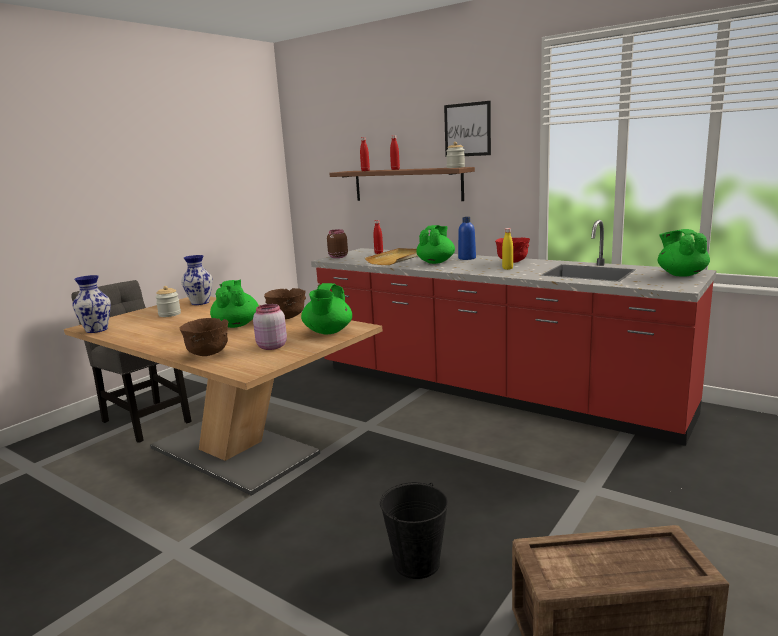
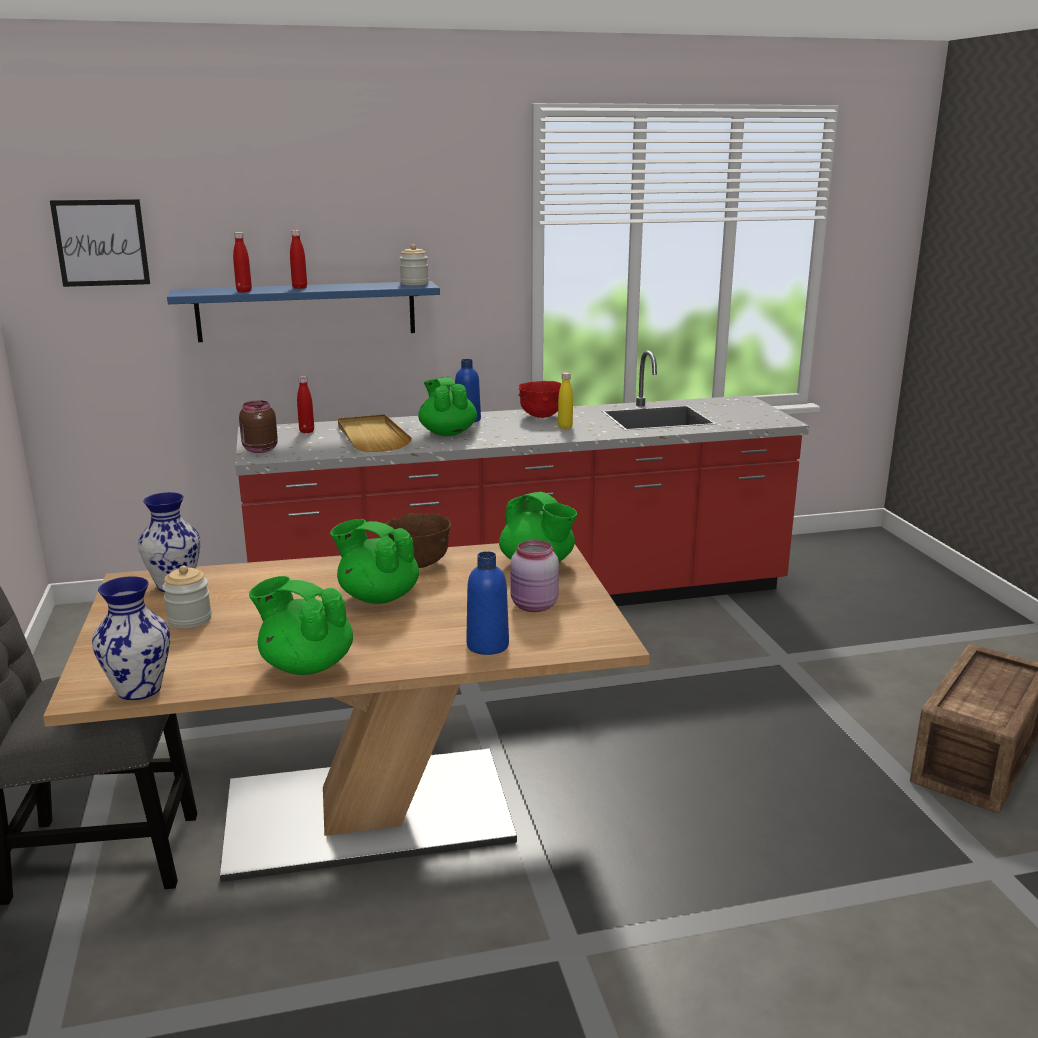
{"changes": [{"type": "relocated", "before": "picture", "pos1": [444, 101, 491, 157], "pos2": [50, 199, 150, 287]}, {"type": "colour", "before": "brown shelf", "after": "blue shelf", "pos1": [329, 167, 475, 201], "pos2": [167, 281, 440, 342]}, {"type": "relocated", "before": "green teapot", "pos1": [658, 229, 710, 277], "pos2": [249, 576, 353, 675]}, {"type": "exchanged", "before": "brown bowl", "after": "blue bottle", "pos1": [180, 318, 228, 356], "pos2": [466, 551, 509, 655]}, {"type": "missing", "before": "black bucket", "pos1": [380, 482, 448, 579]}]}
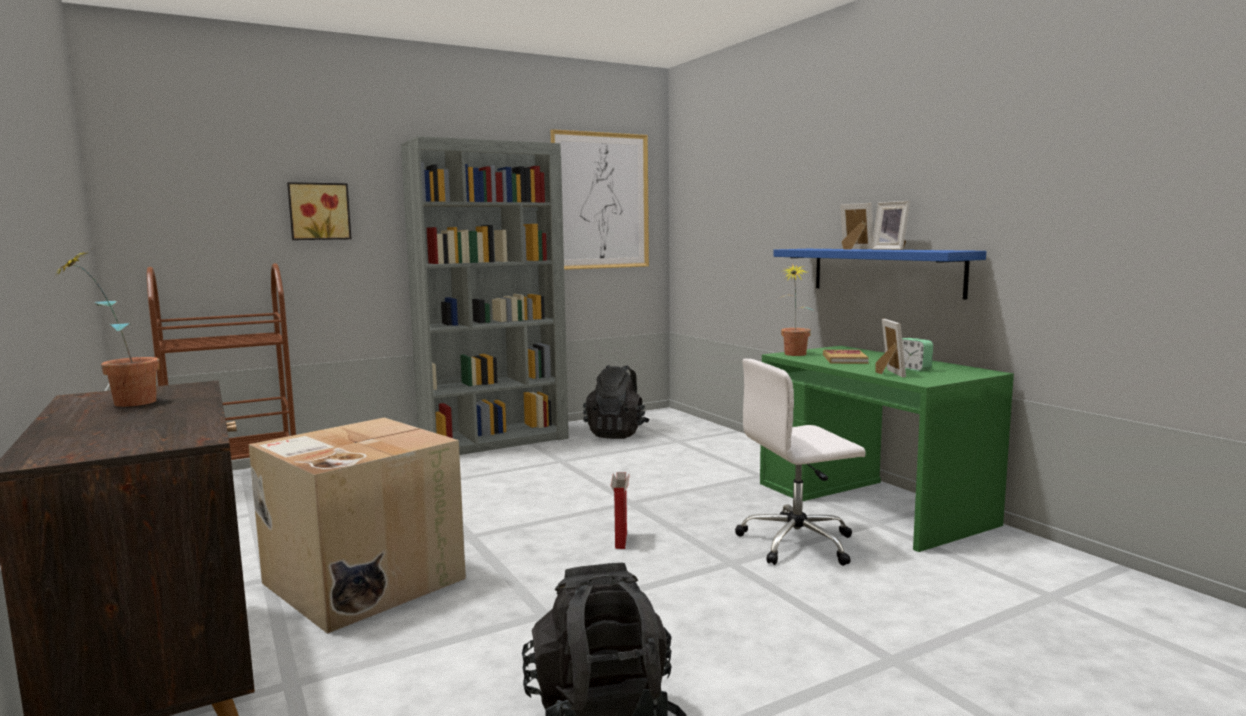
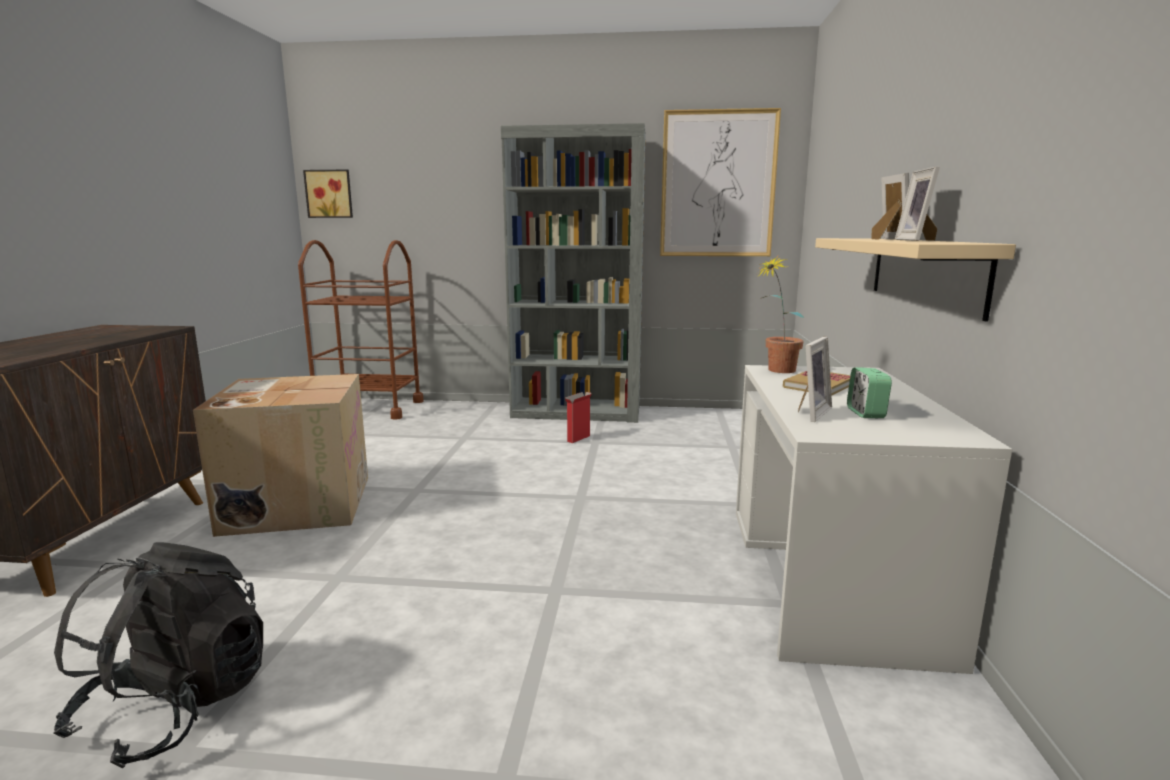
{"changes": [{"type": "relocated", "before": "picture", "pos1": [287, 182, 351, 240], "pos2": [303, 170, 353, 218]}, {"type": "colour", "before": "blue shelf", "after": "beige shelf", "pos1": [773, 249, 986, 300], "pos2": [815, 238, 1016, 321]}, {"type": "missing", "before": "potted plant", "pos1": [56, 251, 160, 407]}, {"type": "colour", "before": "green desk", "after": "white desk", "pos1": [760, 346, 1014, 552], "pos2": [736, 365, 1012, 674]}, {"type": "missing", "before": "white office chair", "pos1": [735, 358, 866, 566]}, {"type": "missing", "before": "black backpack", "pos1": [583, 365, 649, 439]}, {"type": "relocated", "before": "cardboard box", "pos1": [611, 472, 630, 549], "pos2": [565, 392, 592, 443]}]}
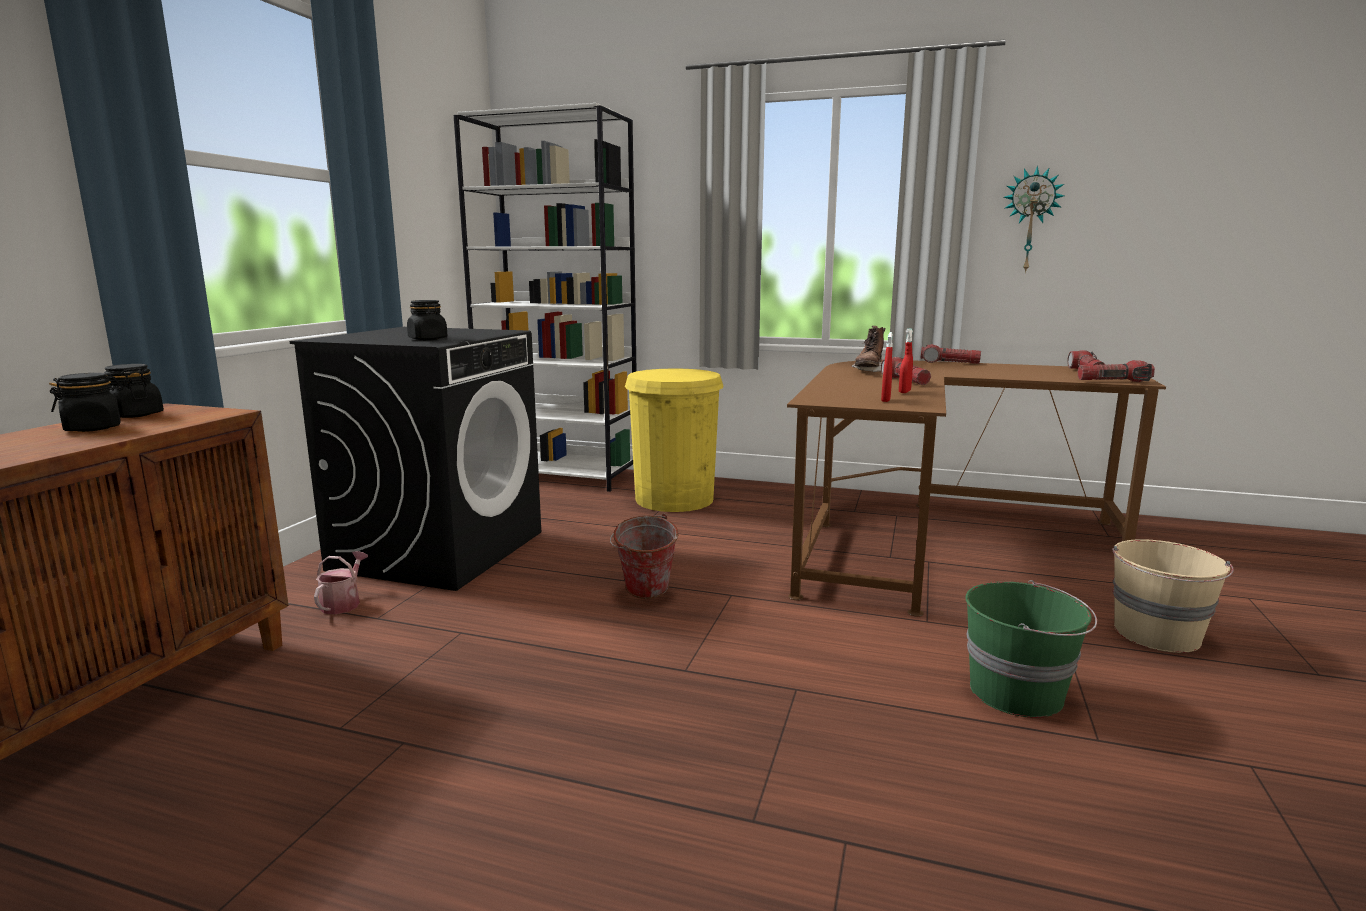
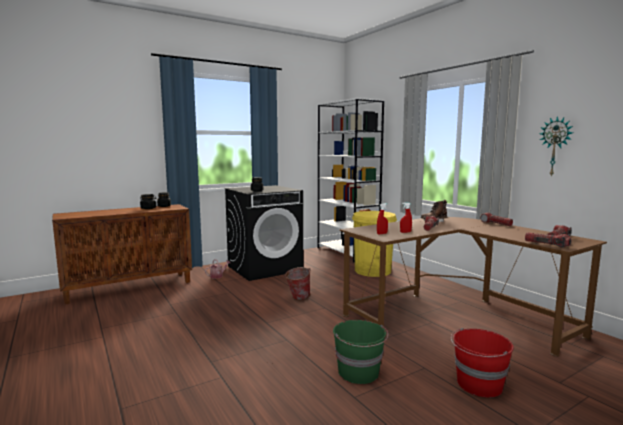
{"changes": [{"type": "colour", "before": "beige bucket", "after": "red bucket", "pos1": [1112, 539, 1234, 653], "pos2": [451, 328, 514, 398]}]}
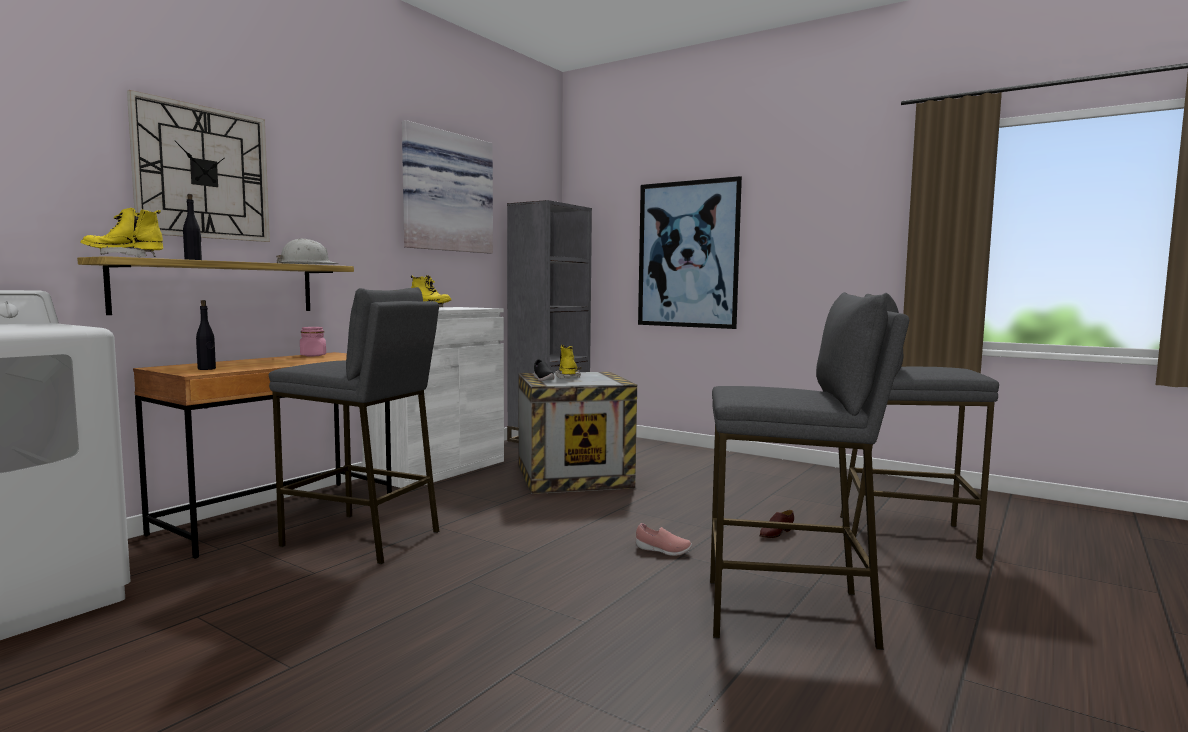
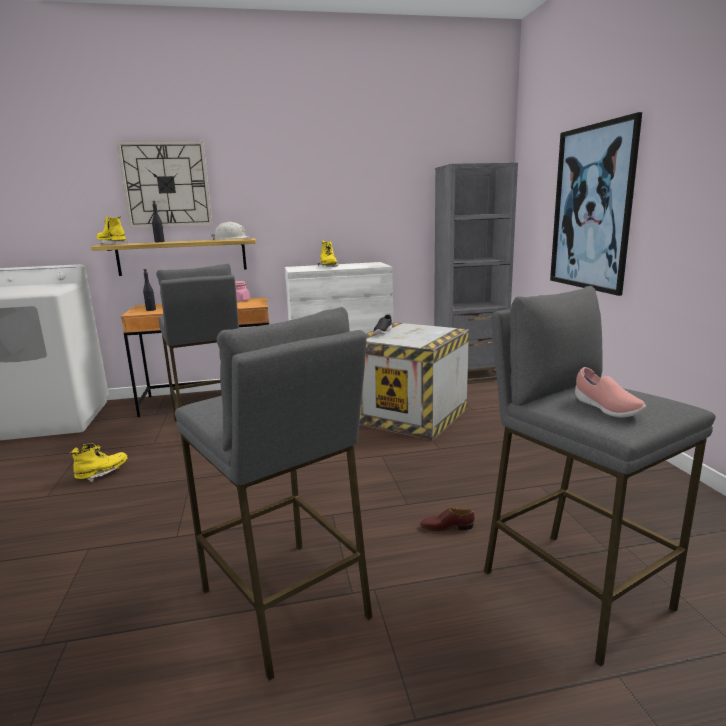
{"changes": [{"type": "missing", "before": "picture", "pos1": [402, 120, 493, 254]}, {"type": "relocated", "before": "yellow boot", "pos1": [555, 345, 581, 379], "pos2": [70, 444, 127, 482]}, {"type": "relocated", "before": "pink shoe", "pos1": [636, 523, 692, 556], "pos2": [575, 367, 646, 417]}]}
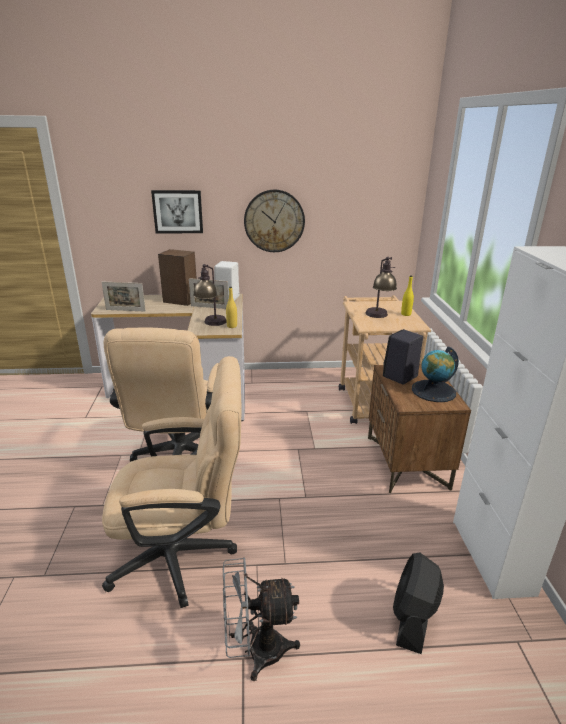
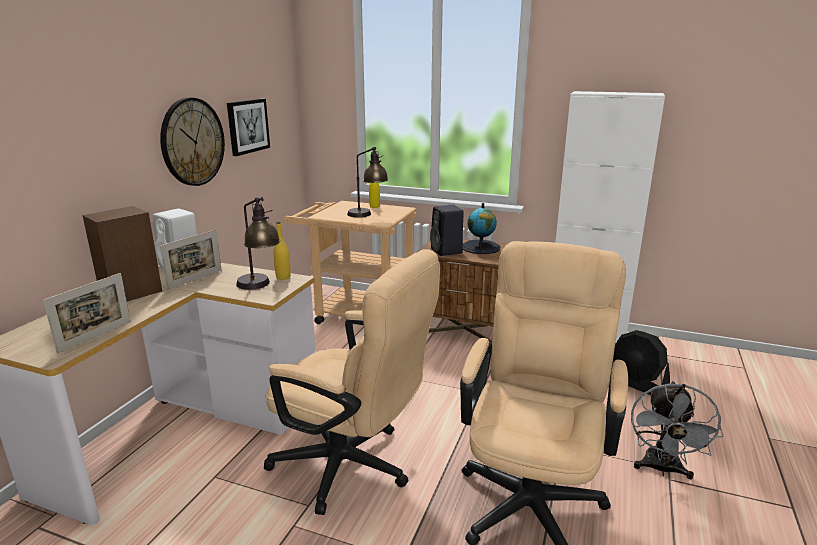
{"changes": [{"type": "relocated", "before": "picture", "pos1": [151, 190, 203, 233], "pos2": [227, 99, 270, 156]}]}
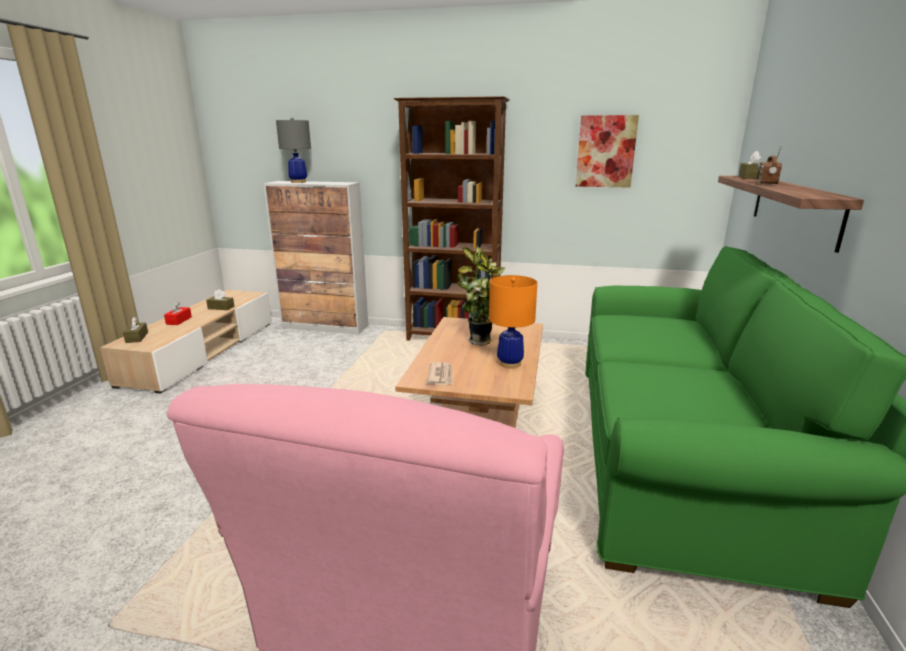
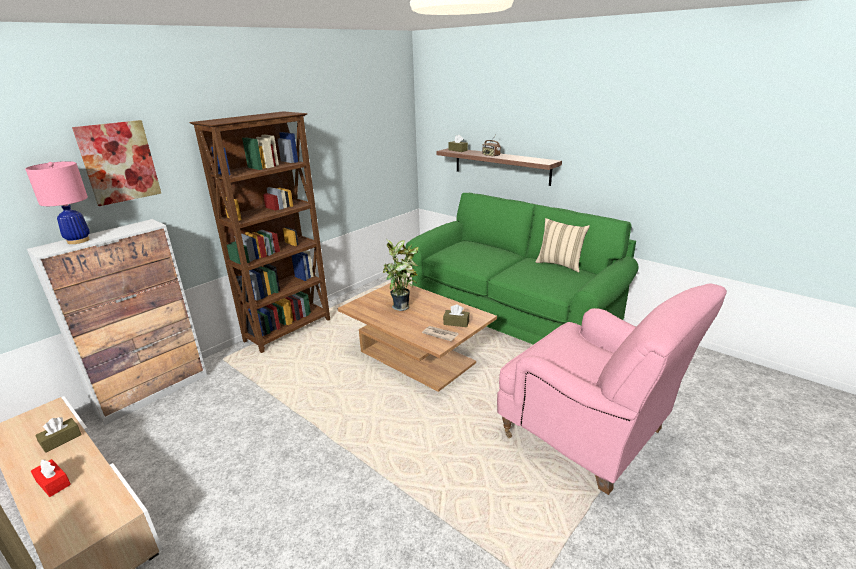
{"changes": [{"type": "relocated", "before": "picture", "pos1": [576, 115, 639, 188], "pos2": [72, 120, 161, 206]}, {"type": "colour", "before": "grey table lamp", "after": "pink table lamp", "pos1": [276, 118, 311, 183], "pos2": [25, 161, 90, 244]}, {"type": "missing", "before": "orange table lamp", "pos1": [489, 275, 537, 368]}, {"type": "relocated", "before": "brown tissue box", "pos1": [123, 317, 148, 343], "pos2": [443, 304, 470, 327]}, {"type": "appeared", "after": "beige pillow", "pos2": [535, 218, 590, 272]}]}
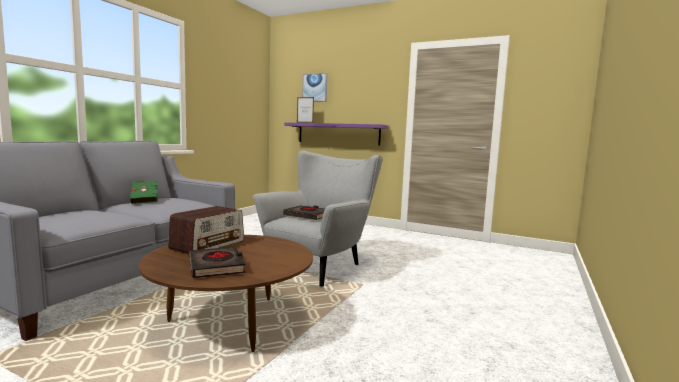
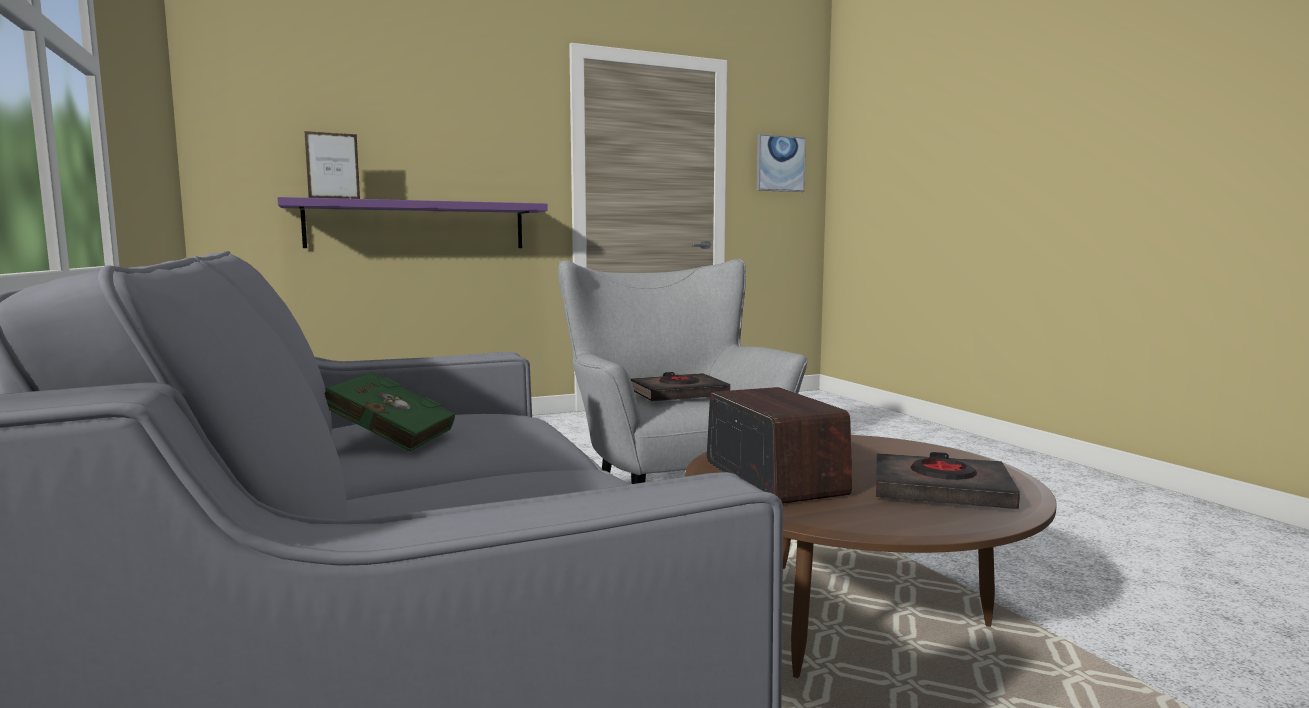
{"changes": [{"type": "relocated", "before": "picture", "pos1": [302, 73, 328, 102], "pos2": [757, 134, 806, 192]}]}
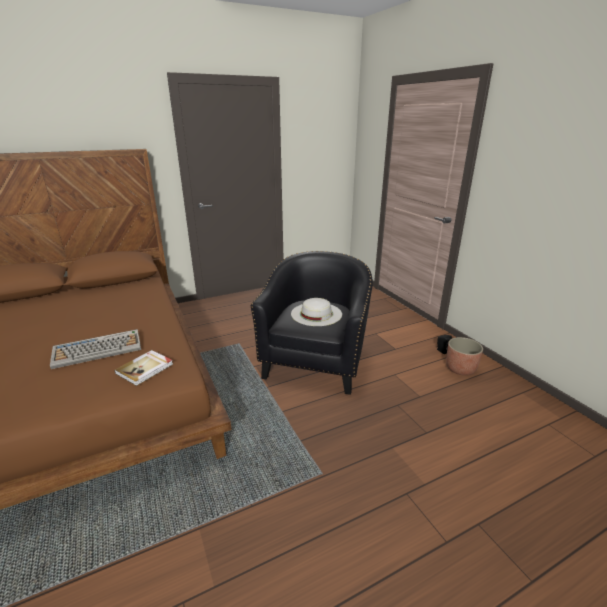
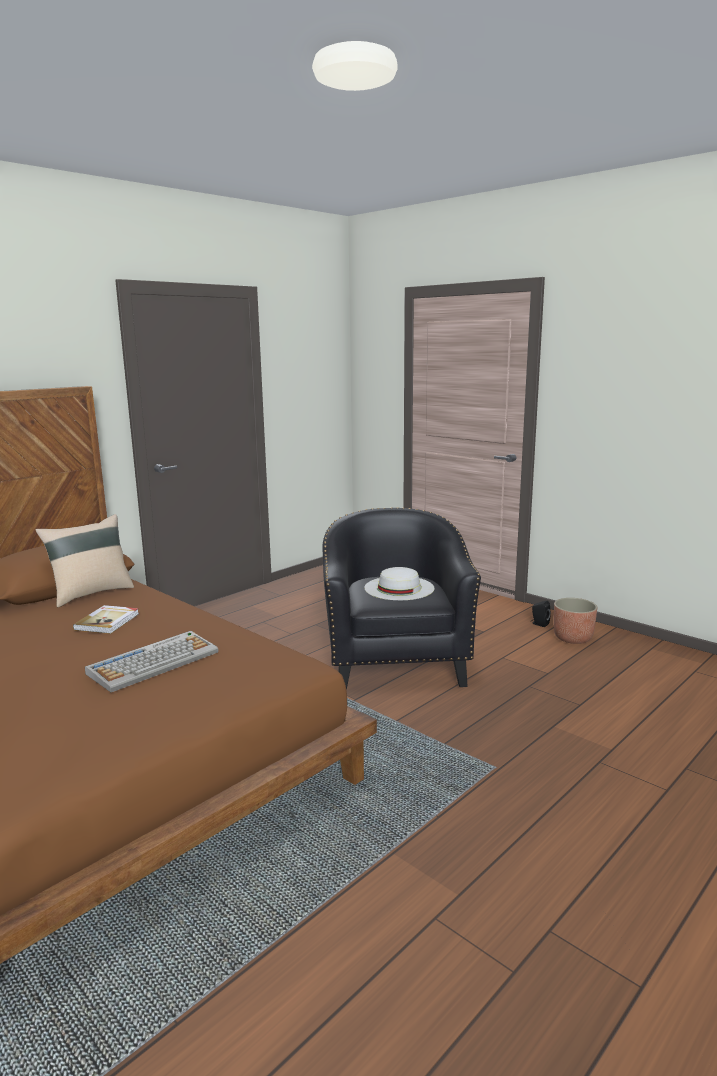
{"changes": [{"type": "relocated", "before": "book", "pos1": [114, 350, 173, 386], "pos2": [73, 605, 139, 634]}, {"type": "appeared", "after": "beige pillow", "pos2": [35, 514, 134, 607]}]}
